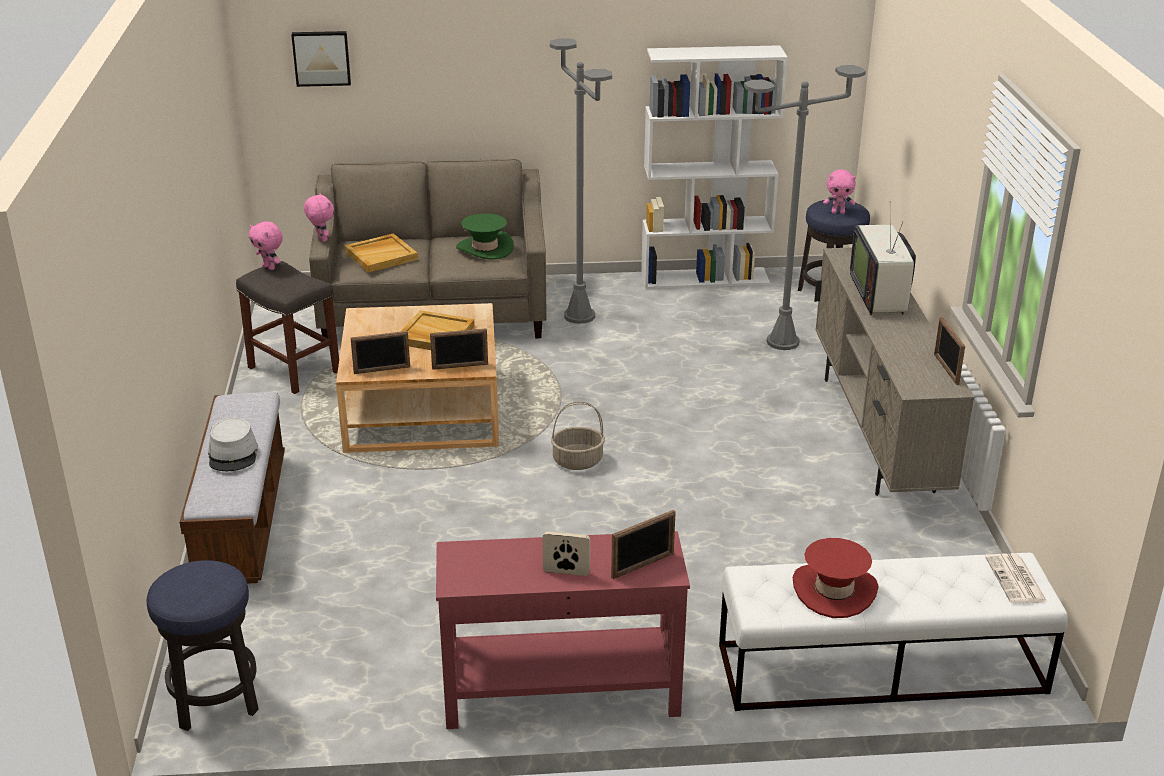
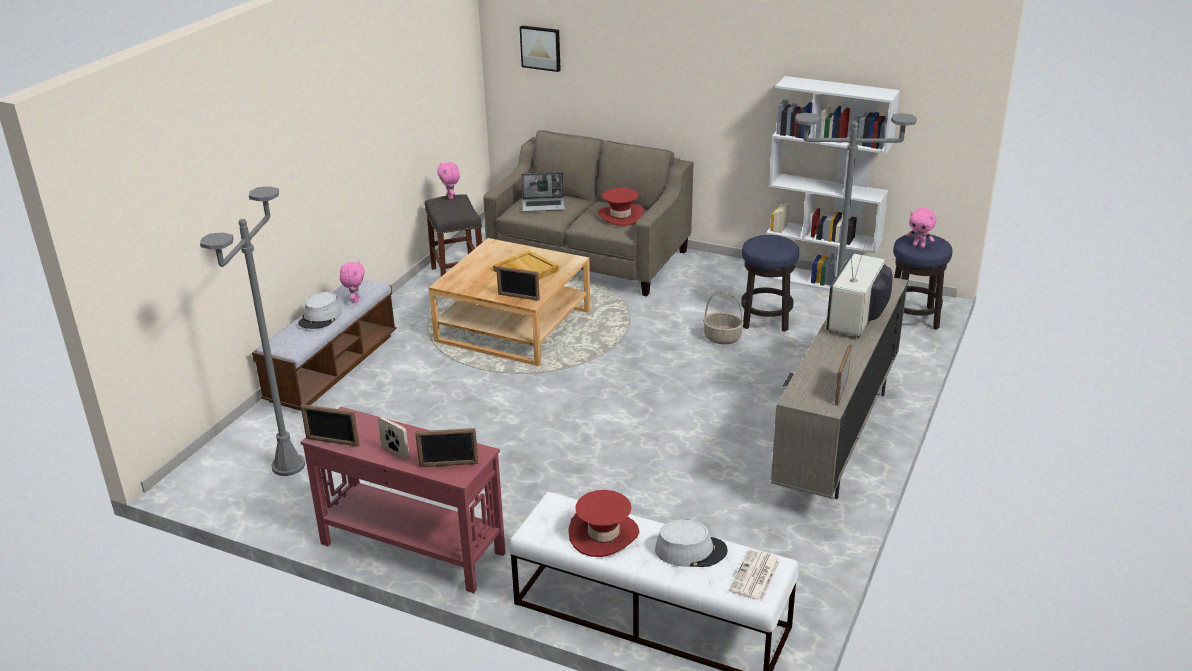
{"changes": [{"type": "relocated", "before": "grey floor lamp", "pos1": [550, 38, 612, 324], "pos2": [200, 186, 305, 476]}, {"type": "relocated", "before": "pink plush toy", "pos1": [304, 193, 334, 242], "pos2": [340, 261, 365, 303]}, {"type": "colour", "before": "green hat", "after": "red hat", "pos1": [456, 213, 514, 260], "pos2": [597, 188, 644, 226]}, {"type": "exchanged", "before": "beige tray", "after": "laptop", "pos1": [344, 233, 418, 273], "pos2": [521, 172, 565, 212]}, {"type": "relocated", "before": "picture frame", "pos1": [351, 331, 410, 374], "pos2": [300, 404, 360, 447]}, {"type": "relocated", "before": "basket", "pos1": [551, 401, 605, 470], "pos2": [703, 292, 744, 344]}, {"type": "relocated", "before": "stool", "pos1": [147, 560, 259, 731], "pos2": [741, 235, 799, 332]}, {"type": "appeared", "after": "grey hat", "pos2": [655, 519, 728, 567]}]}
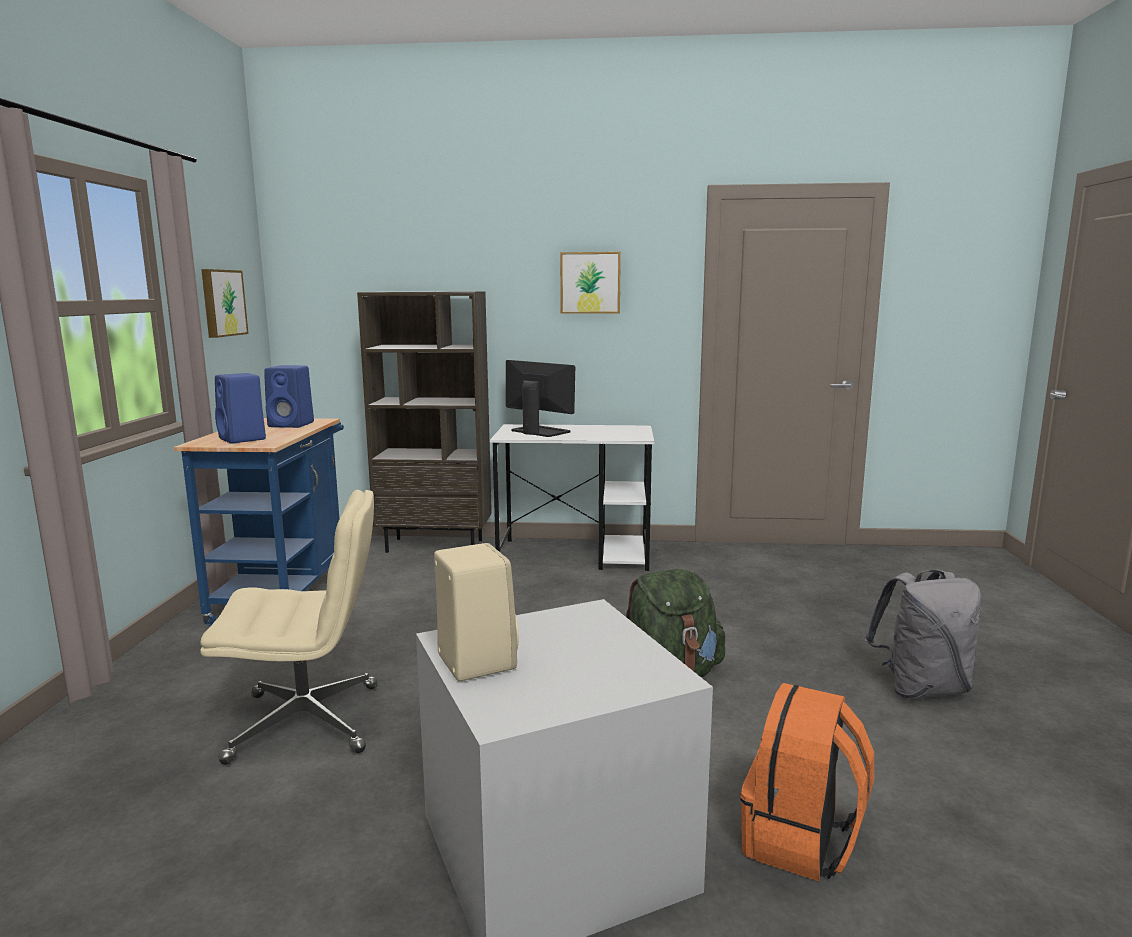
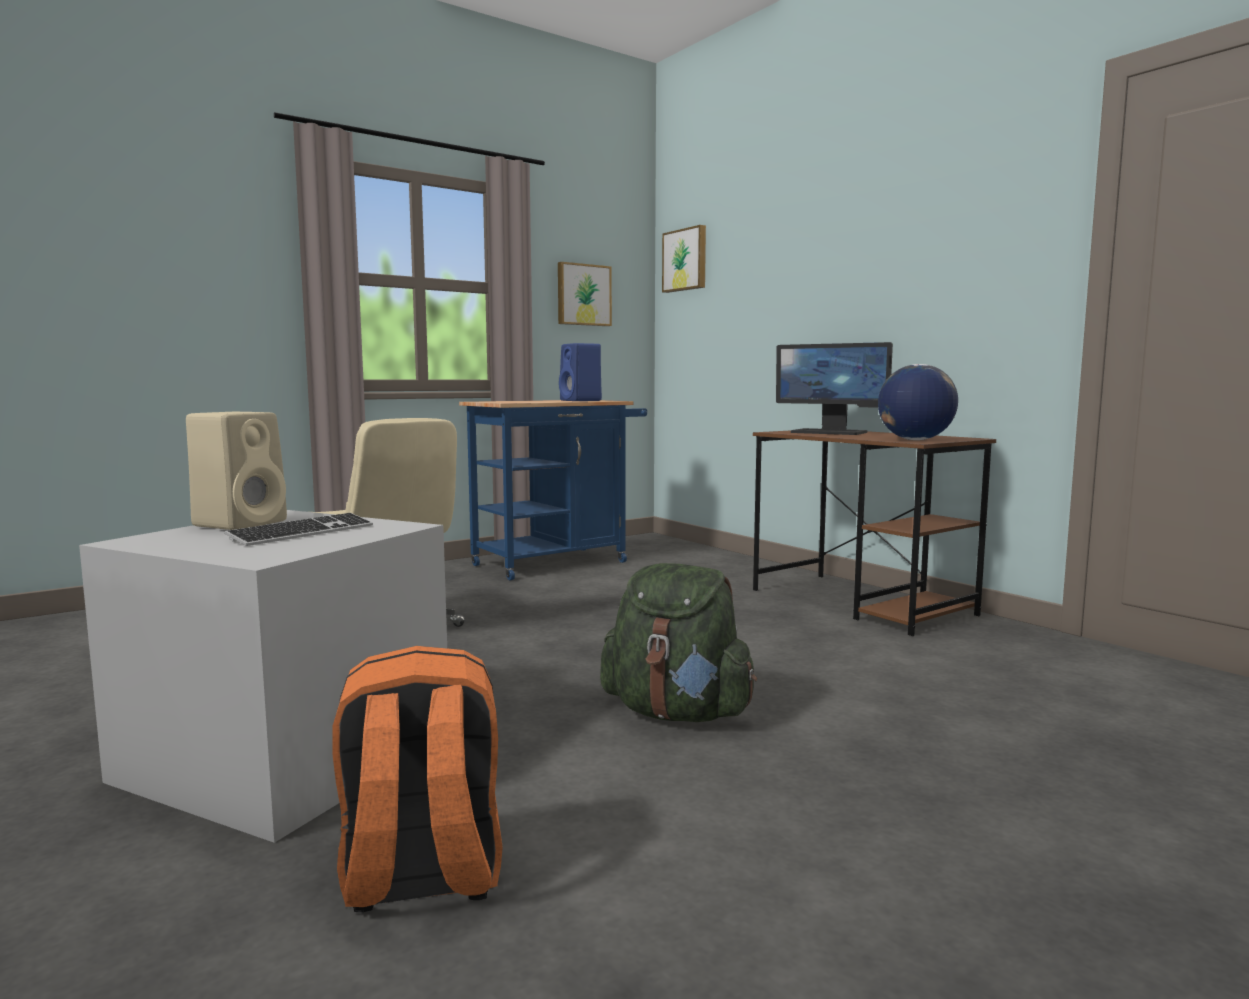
{"changes": [{"type": "relocated", "before": "picture", "pos1": [560, 252, 621, 314], "pos2": [662, 225, 706, 293]}, {"type": "missing", "before": "brown bookcase", "pos1": [357, 291, 492, 553]}, {"type": "spun", "before": "monitor", "pos1": [506, 360, 575, 437], "pos2": [776, 342, 893, 435], "turn": 120}, {"type": "missing", "before": "blue speaker", "pos1": [215, 373, 266, 444]}, {"type": "colour", "before": "white desk", "after": "brown desk", "pos1": [490, 424, 654, 571], "pos2": [753, 431, 996, 636]}, {"type": "missing", "before": "grey backpack", "pos1": [865, 569, 982, 699]}, {"type": "appeared", "after": "globe", "pos2": [878, 364, 958, 440]}, {"type": "appeared", "after": "keyboard", "pos2": [224, 513, 373, 546]}]}
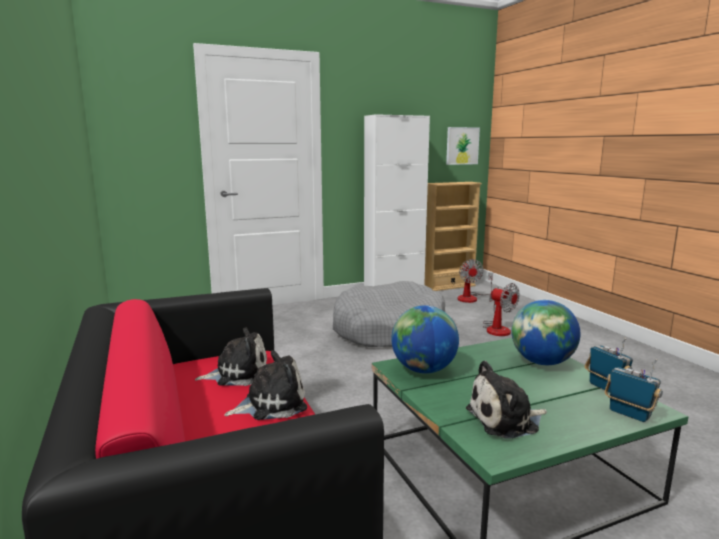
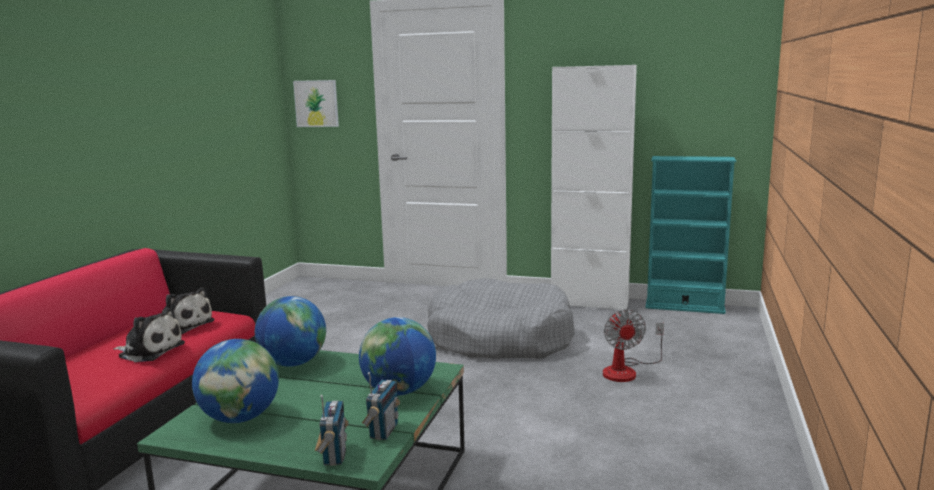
{"changes": [{"type": "relocated", "before": "picture", "pos1": [446, 127, 480, 165], "pos2": [293, 80, 339, 127]}, {"type": "colour", "before": "beige bookcase", "after": "turquoise bookcase", "pos1": [424, 182, 482, 291], "pos2": [645, 156, 736, 314]}, {"type": "missing", "before": "fan", "pos1": [457, 259, 493, 303]}, {"type": "exchanged", "before": "plush toy", "after": "globe", "pos1": [466, 360, 547, 439], "pos2": [192, 339, 279, 423]}]}
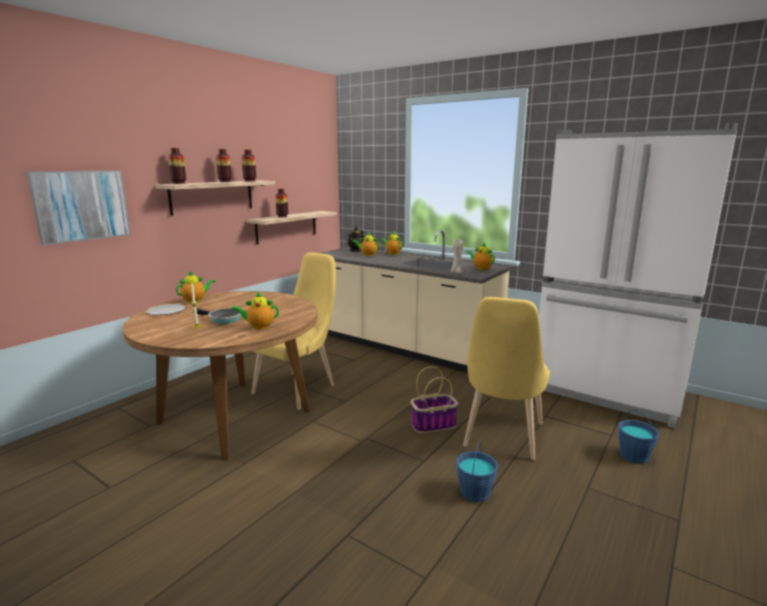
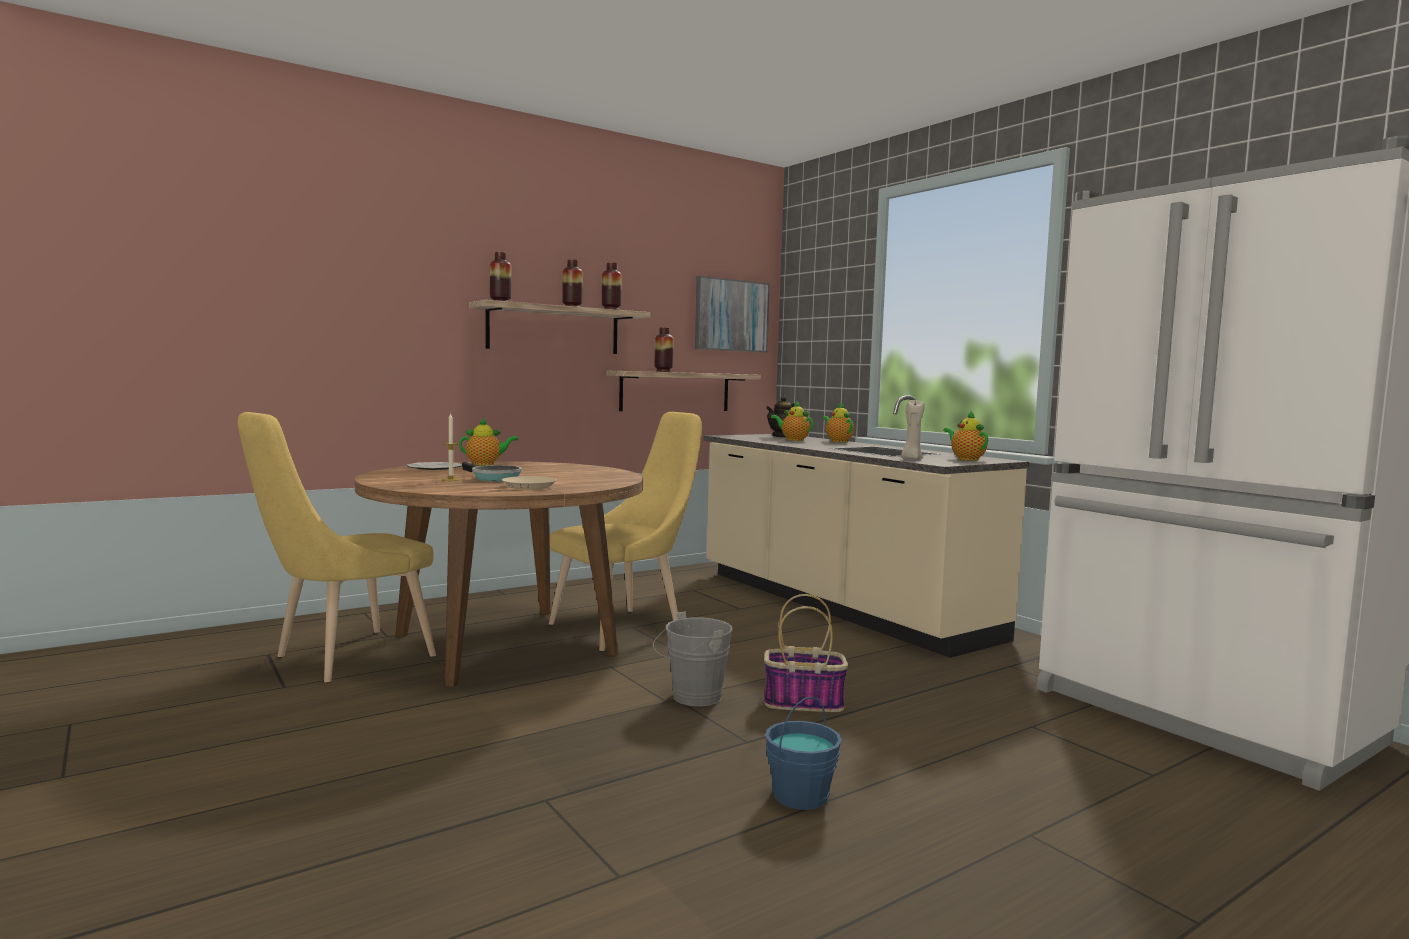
{"changes": [{"type": "relocated", "before": "picture", "pos1": [26, 170, 131, 245], "pos2": [695, 276, 770, 352]}, {"type": "exchanged", "before": "teapot", "after": "beige plate", "pos1": [231, 292, 279, 330], "pos2": [502, 476, 557, 490]}, {"type": "relocated", "before": "yellow chair", "pos1": [463, 297, 550, 460], "pos2": [238, 412, 436, 683]}, {"type": "missing", "before": "blue bucket", "pos1": [618, 410, 660, 463]}, {"type": "appeared", "after": "grey bucket", "pos2": [653, 611, 733, 706]}]}
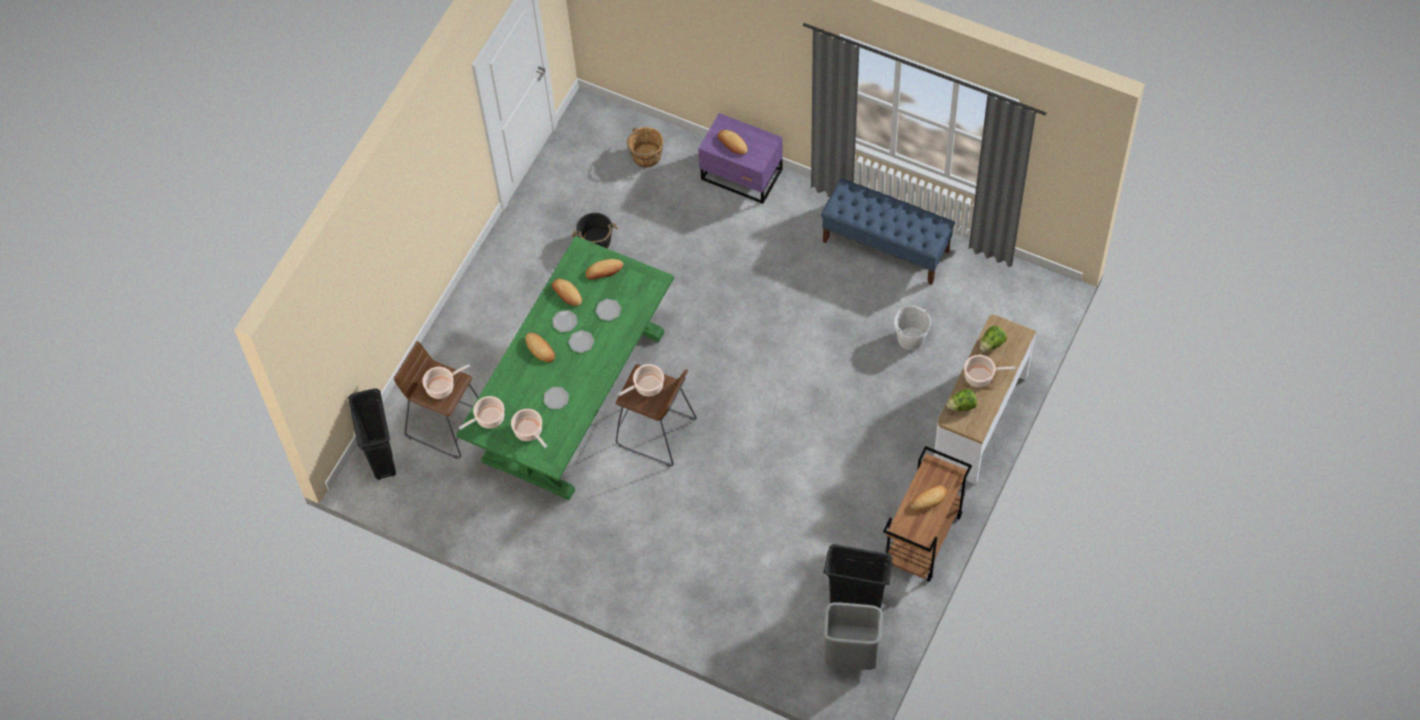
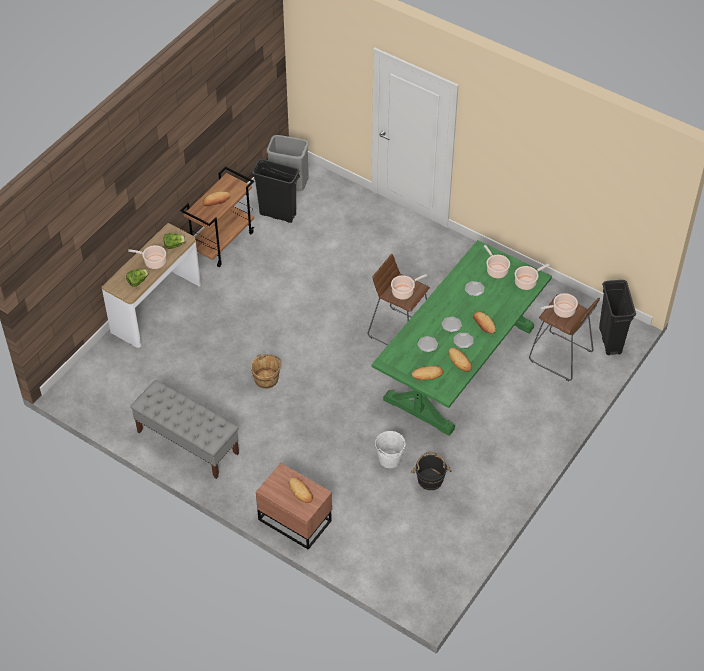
{"changes": [{"type": "colour", "before": "purple nightstand", "after": "brown nightstand", "pos1": [698, 113, 782, 204], "pos2": [256, 463, 332, 550]}, {"type": "relocated", "before": "brown bucket", "pos1": [626, 127, 663, 168], "pos2": [251, 354, 282, 389]}, {"type": "colour", "before": "blue bench", "after": "grey bench", "pos1": [821, 178, 955, 285], "pos2": [130, 380, 239, 479]}, {"type": "relocated", "before": "white bucket", "pos1": [894, 306, 931, 350], "pos2": [375, 431, 405, 468]}]}
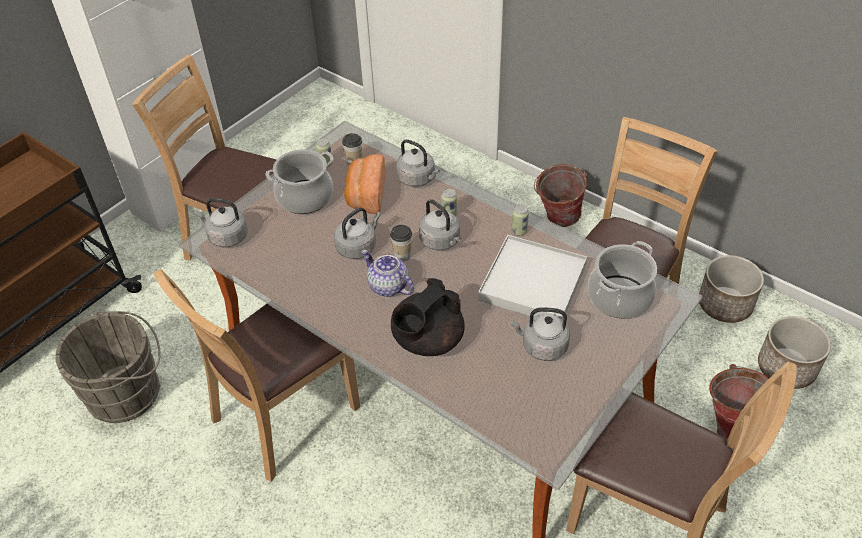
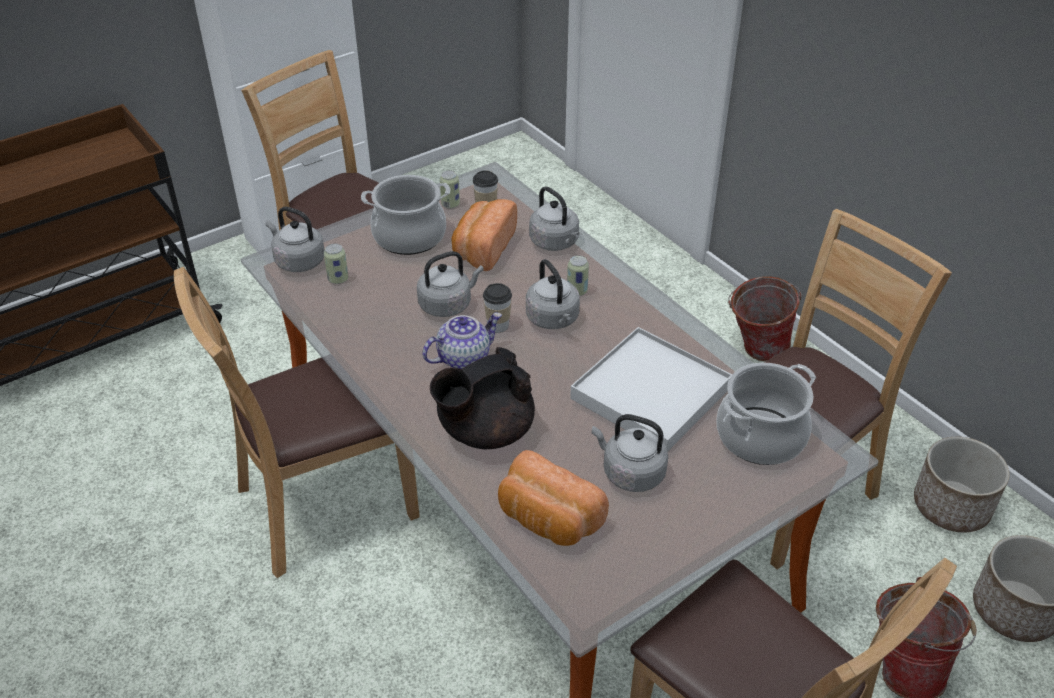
{"changes": [{"type": "relocated", "before": "can", "pos1": [511, 205, 529, 235], "pos2": [324, 244, 348, 284]}, {"type": "spun", "before": "teapot", "pos1": [362, 250, 414, 297], "pos2": [422, 313, 502, 369], "turn": 90}, {"type": "missing", "before": "grey bucket", "pos1": [55, 311, 161, 423]}, {"type": "appeared", "after": "bread", "pos2": [498, 450, 609, 546]}]}
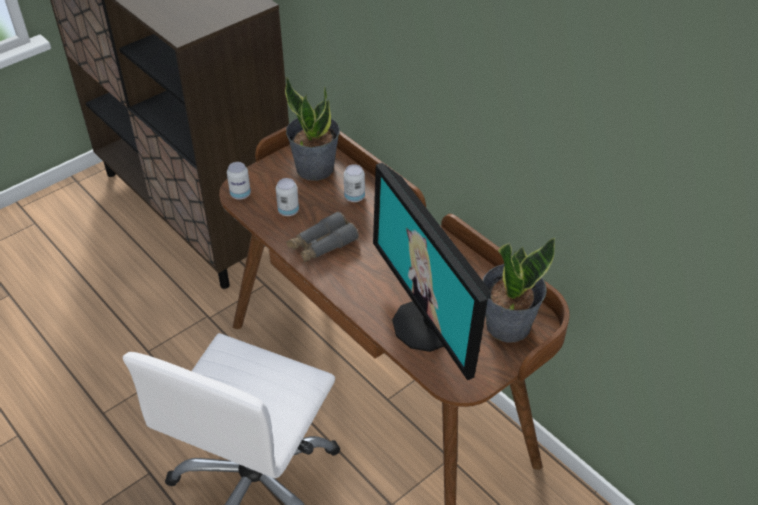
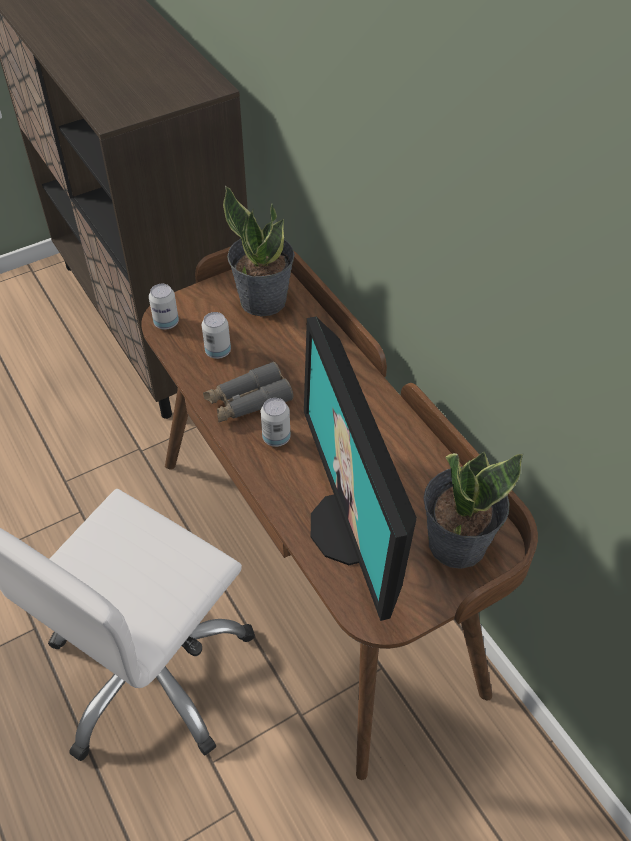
{"changes": [{"type": "relocated", "before": "can", "pos1": [344, 164, 365, 202], "pos2": [261, 398, 290, 447]}]}
